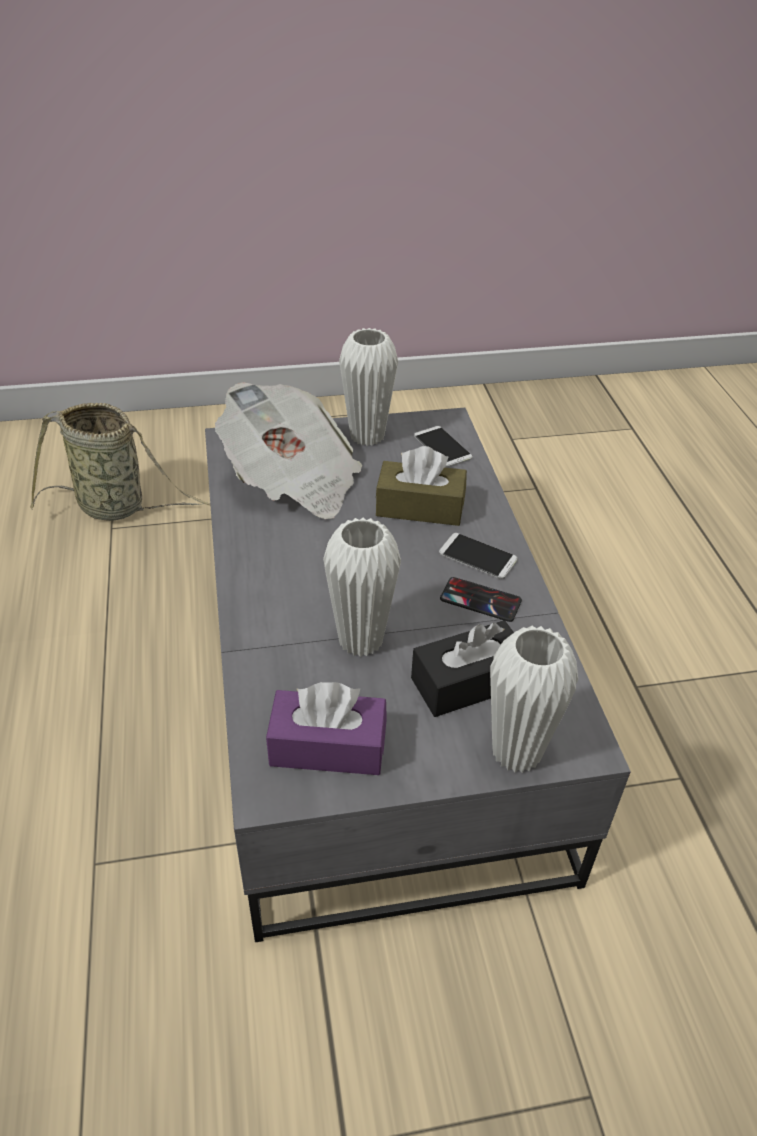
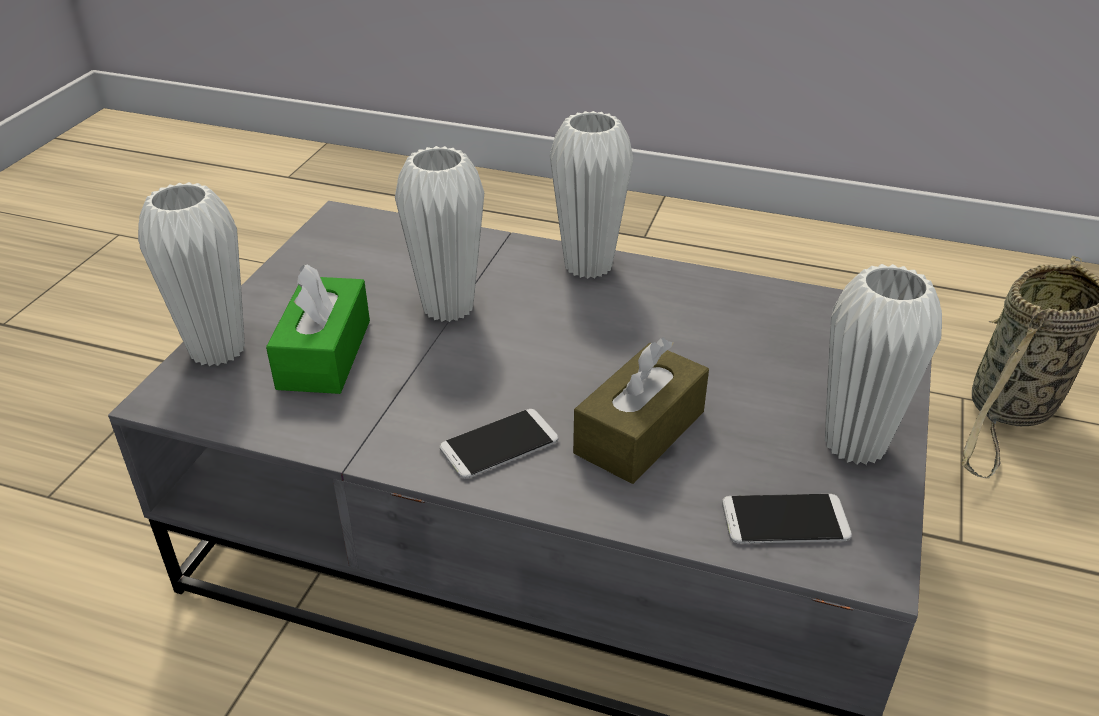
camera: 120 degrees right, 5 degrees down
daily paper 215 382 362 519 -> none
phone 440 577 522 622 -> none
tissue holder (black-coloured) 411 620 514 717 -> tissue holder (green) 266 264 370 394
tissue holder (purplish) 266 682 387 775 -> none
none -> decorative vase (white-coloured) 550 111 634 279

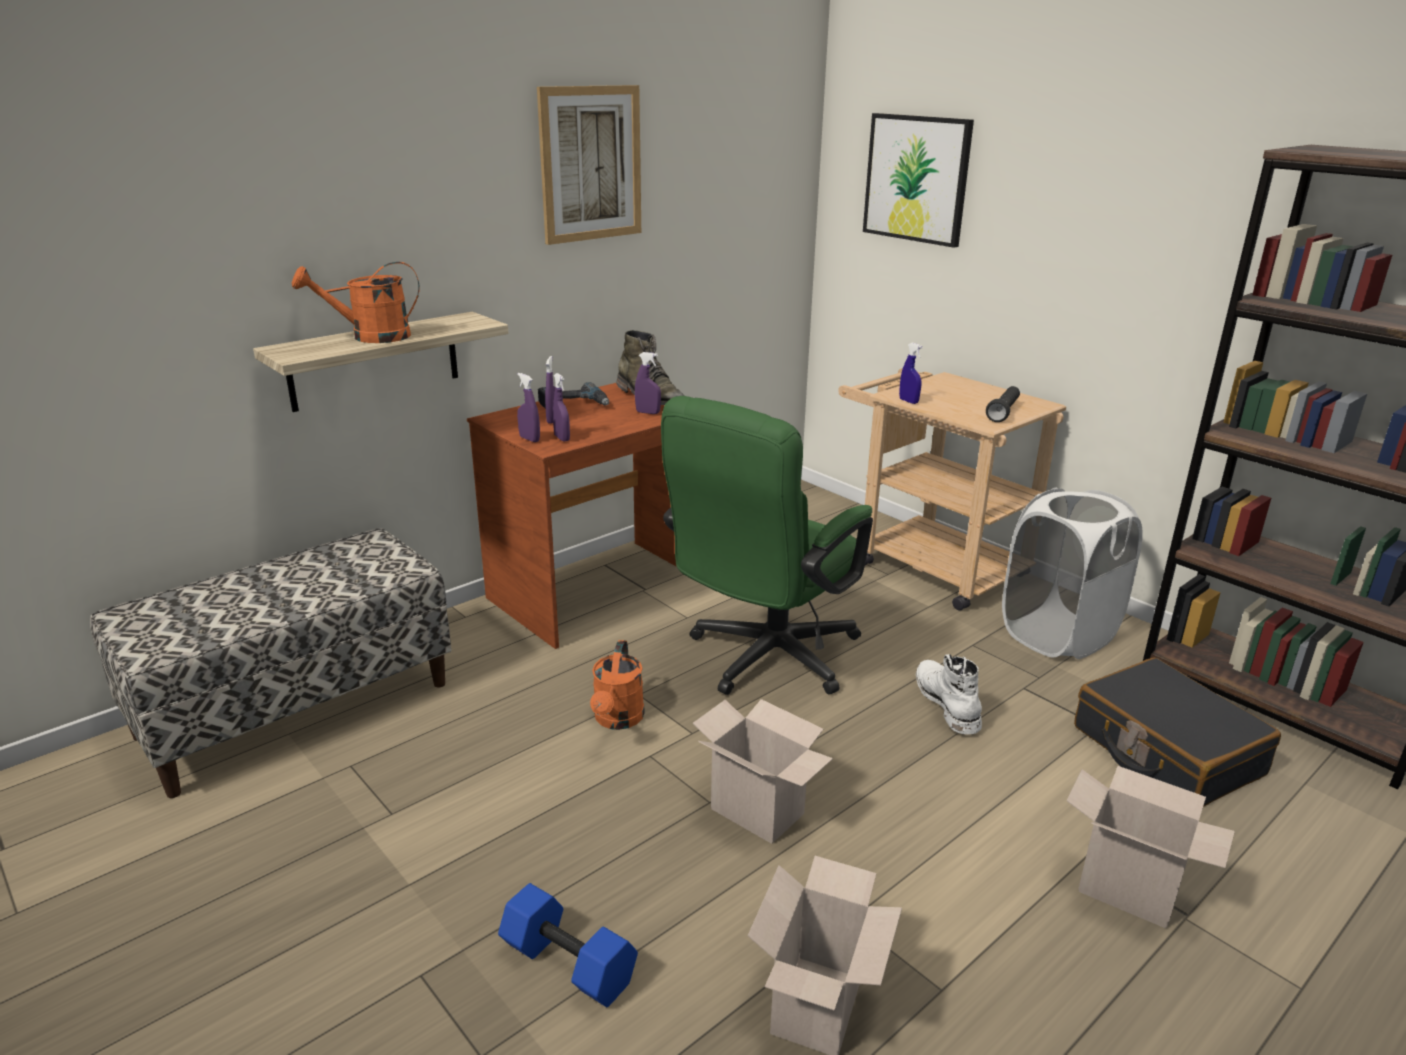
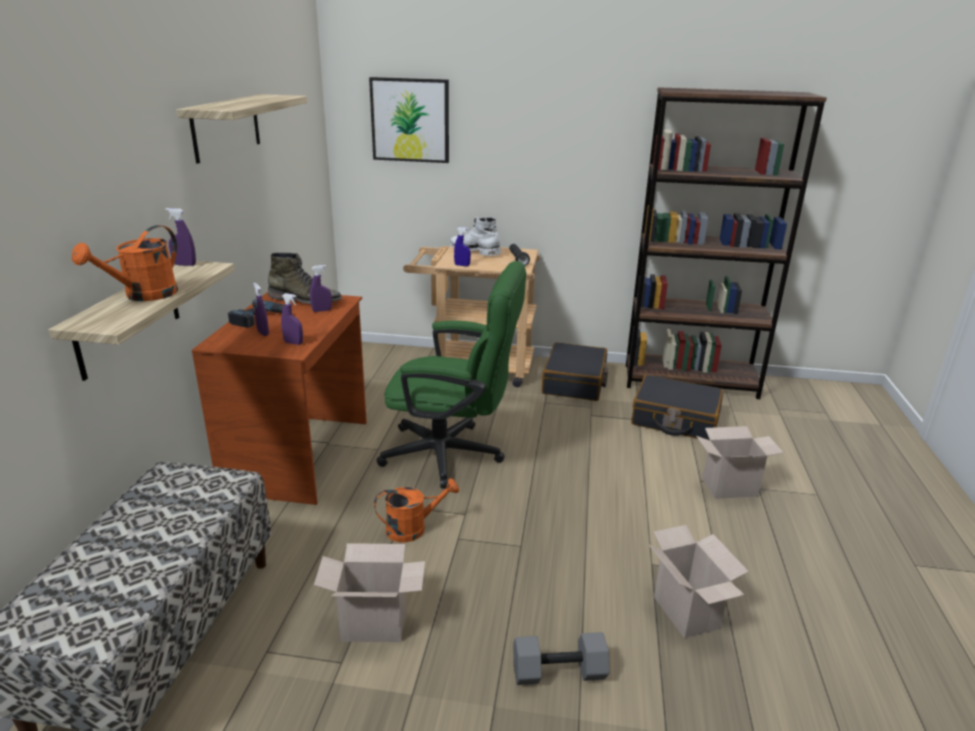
camera: 40 degrees left, 0 degrees up
wall picture 537 85 641 245 -> shelf 176 94 307 164
spray bottle (purplish) 517 373 540 442 -> spray bottle (purplish) 165 208 196 266, moved
desk chair (green) 661 396 873 695 -> desk chair (green) 376 261 526 488, 75 degrees counterclockwise
laundry basket (white-coloured) 1002 488 1143 659 -> piece of luggage (black-coloured) 542 342 608 401
watering can (orangey) 590 640 645 730 -> watering can (orangey) 374 478 459 542, 75 degrees counterclockwise
boot (white-coloured) 916 654 982 734 -> boot (white-coloured) 449 217 501 256, moved
carton 693 699 833 844 -> carton 314 543 425 642, moved
hand weight (blue) 498 883 638 1007 -> hand weight (gray) 513 632 609 685

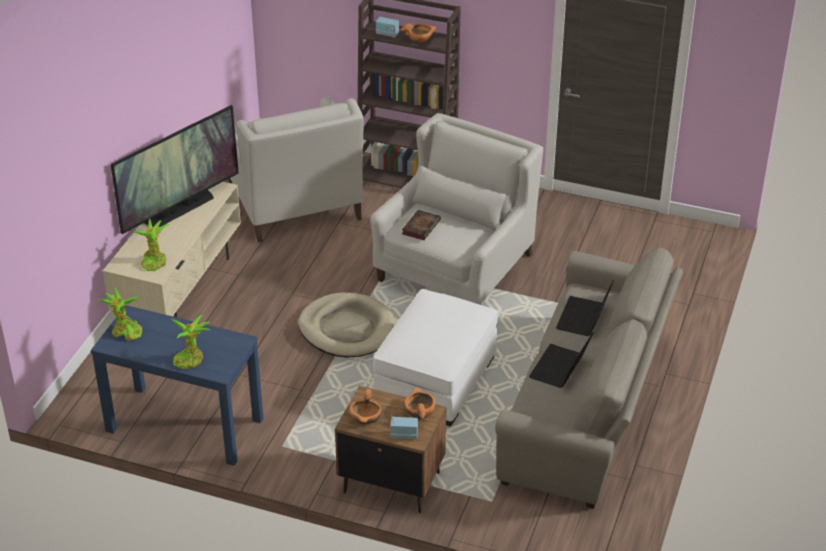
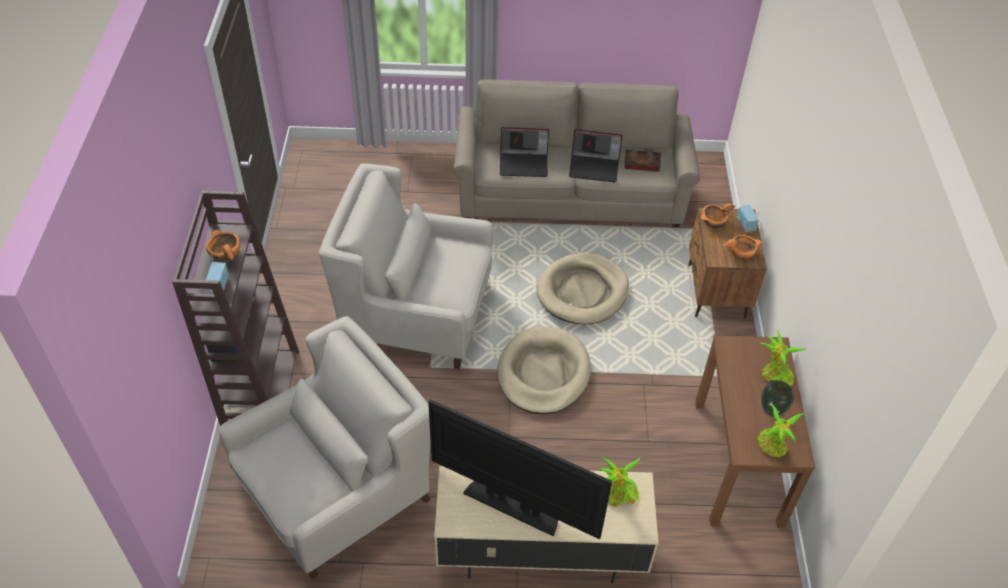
camera: 110 degrees left, 10 degrees up
volume 402 210 441 240 -> volume 624 149 661 172, moved
ottoman (white-coloured) 373 289 498 426 -> dog cushion (sand-coloured) 536 253 629 324
narrow table (blue) 91 305 264 466 -> narrow table (brownish) 695 335 815 528
none -> decorative vase 761 380 794 417

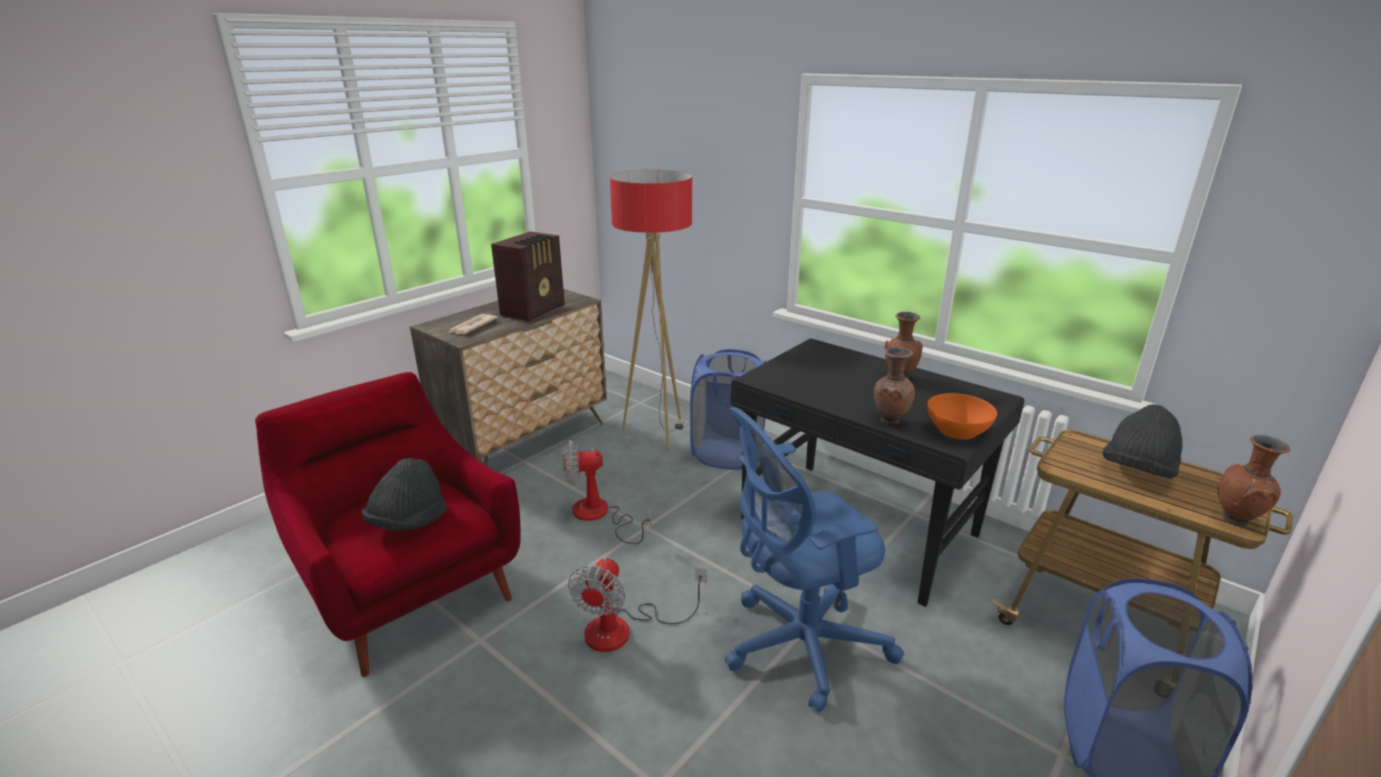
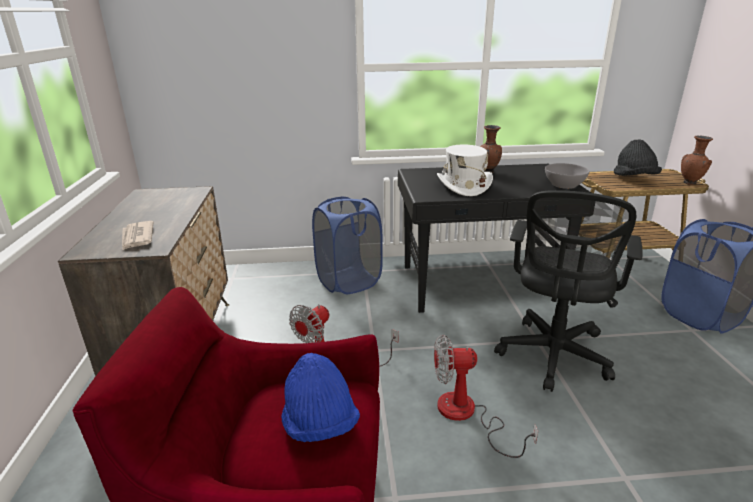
camera: 45 degrees left, 0 degrees up
standard lamp 610 170 692 450 -> none
radio receiver 491 232 565 322 -> none
decorative vase (brownish) 873 347 915 425 -> none
serving bowl (orangey) 927 393 997 439 -> serving bowl (gray) 545 163 589 189
desk chair (blue) 725 407 904 712 -> desk chair (black-coloured) 494 190 642 392
hat (black-coloured) 361 458 447 530 -> hat (blue) 281 353 360 442
fan 568 558 707 652 -> fan 434 335 538 458, 120 degrees clockwise
none -> hat (white-coloured) 437 145 493 196

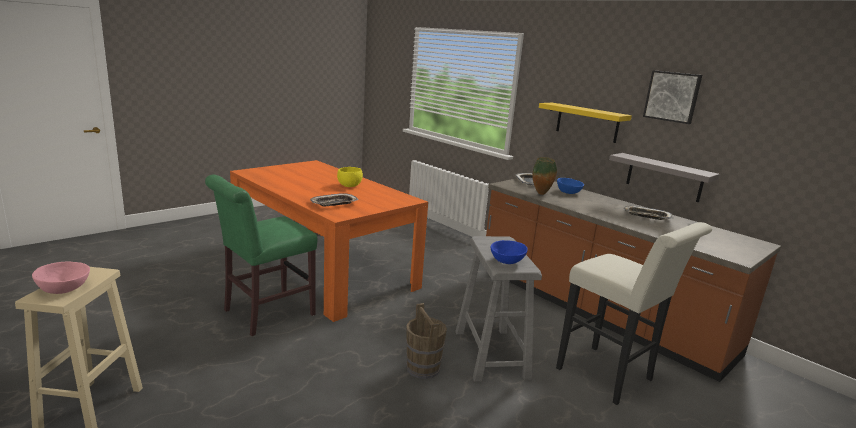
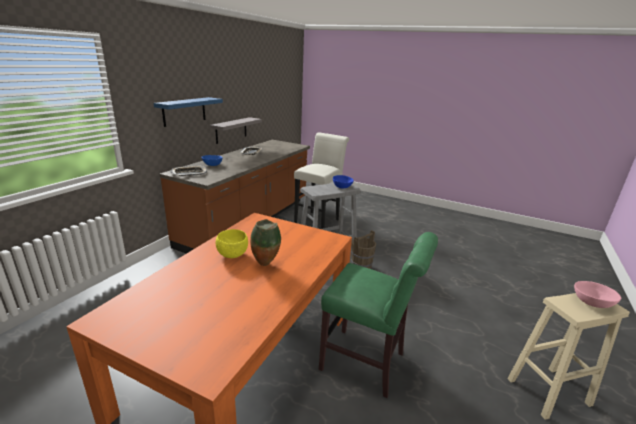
camera: 110 degrees left, 5 degrees up
wall picture 643 70 702 124 -> none
shelf (yellow-coloured) 539 103 632 143 -> shelf (blue) 153 97 223 127
decorative vase 532 157 557 195 -> decorative vase 250 219 281 266, moved
carrying tray 310 193 358 206 -> none

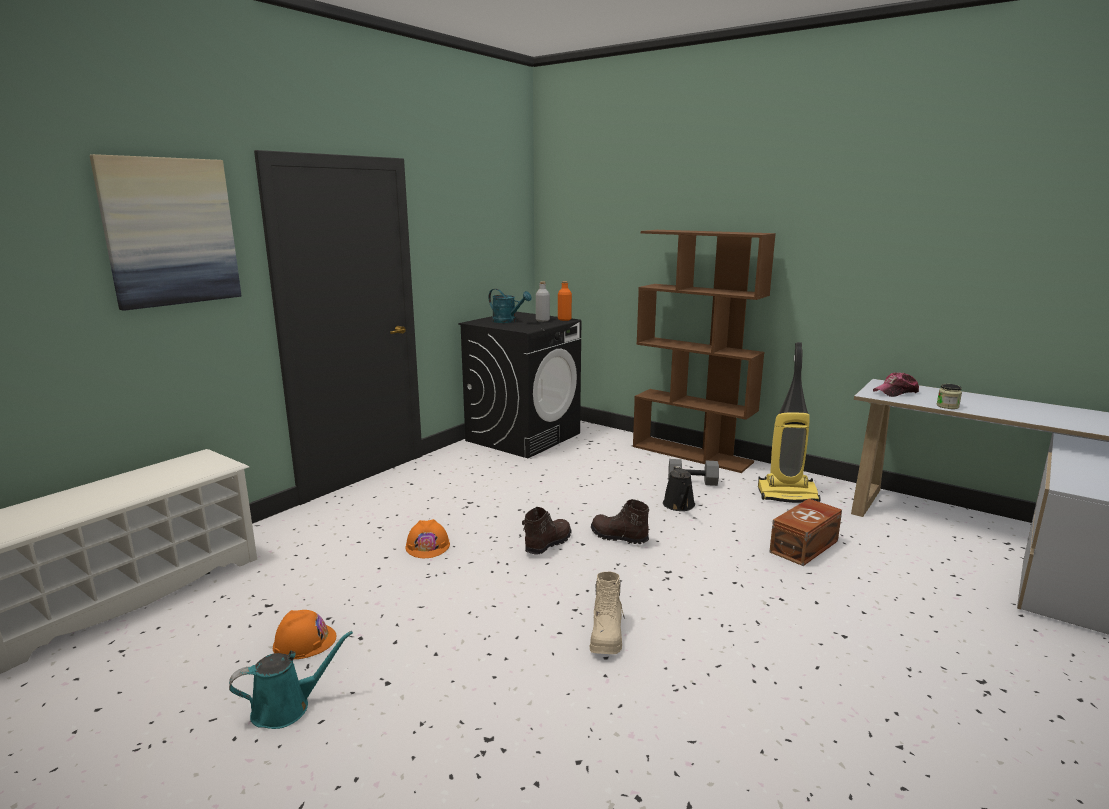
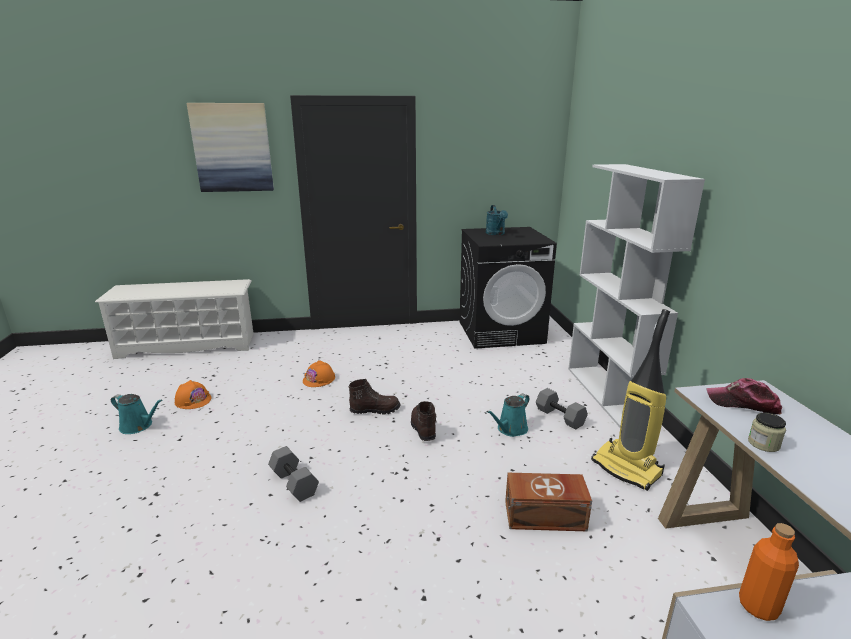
camera: 45 degrees right, 5 degrees up
shelving unit (brownish) 633 230 776 473 -> shelving unit (white-coloured) 568 164 705 427
beverage bottle (orangey) 558 281 572 321 -> beverage bottle (orangey) 739 523 799 621, moved
beverage bottle (gray) 536 282 550 322 -> none
watering can (black-coloured) 663 466 695 511 -> watering can (turquoise) 486 394 529 437
boot (sand-coloured) 590 572 625 654 -> hand weight (gray) 268 446 319 502

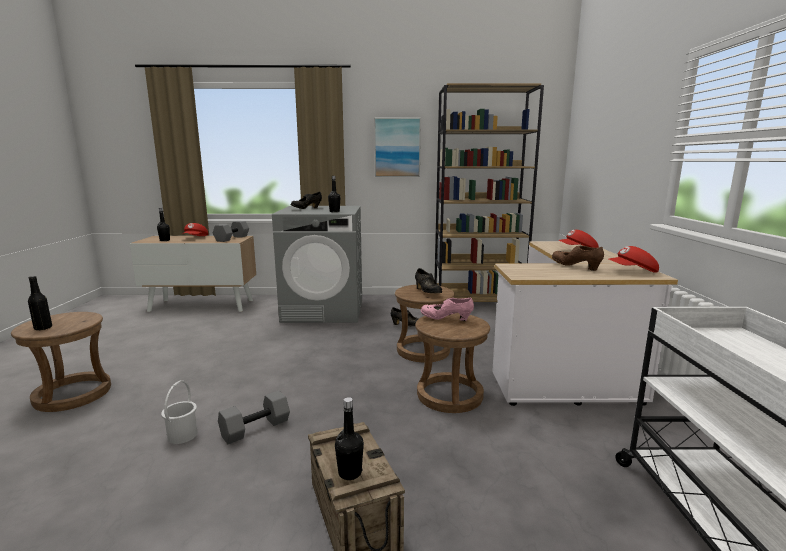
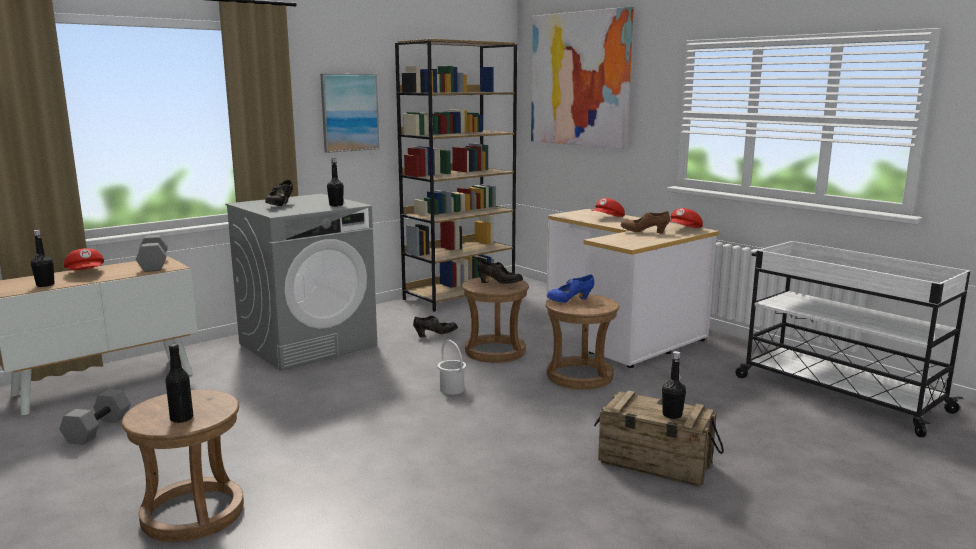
camera: 40 degrees left, 0 degrees up
shoe (pink-coloured) 421 298 474 321 -> shoe (blue) 547 275 594 303
bucket (white-coloured) 161 380 197 444 -> bucket (white-coloured) 438 340 466 395, moved
hand weight (gray) 218 391 290 444 -> hand weight (gray) 59 389 131 445, moved
none -> wall picture 531 7 634 149

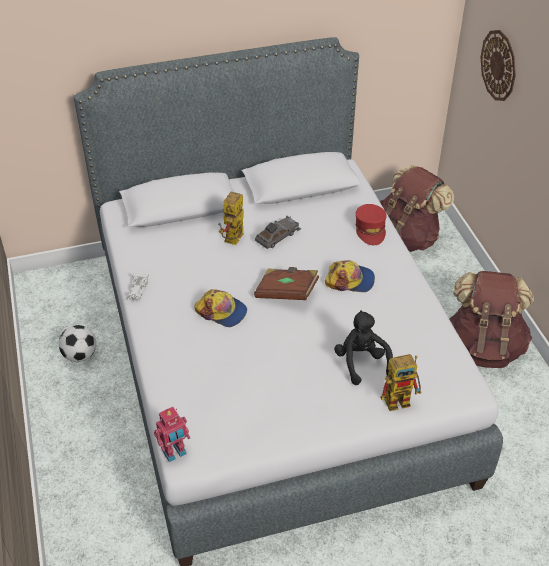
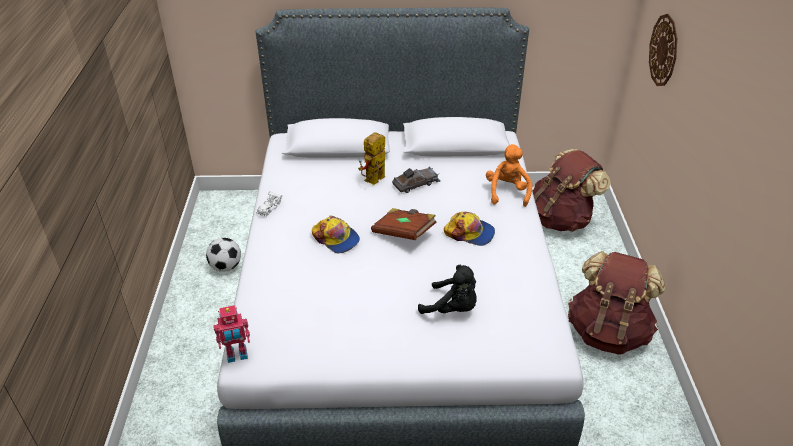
camera: 15 degrees right, 5 degrees down
baseball cap (red) 355 204 387 245 -> cuddly toy (orangey) 486 144 532 207
cuddly toy (black-coloured) 334 310 393 385 -> cuddly toy (black-coloured) 418 265 477 314, 120 degrees clockwise
model robot 380 354 422 411 -> none

